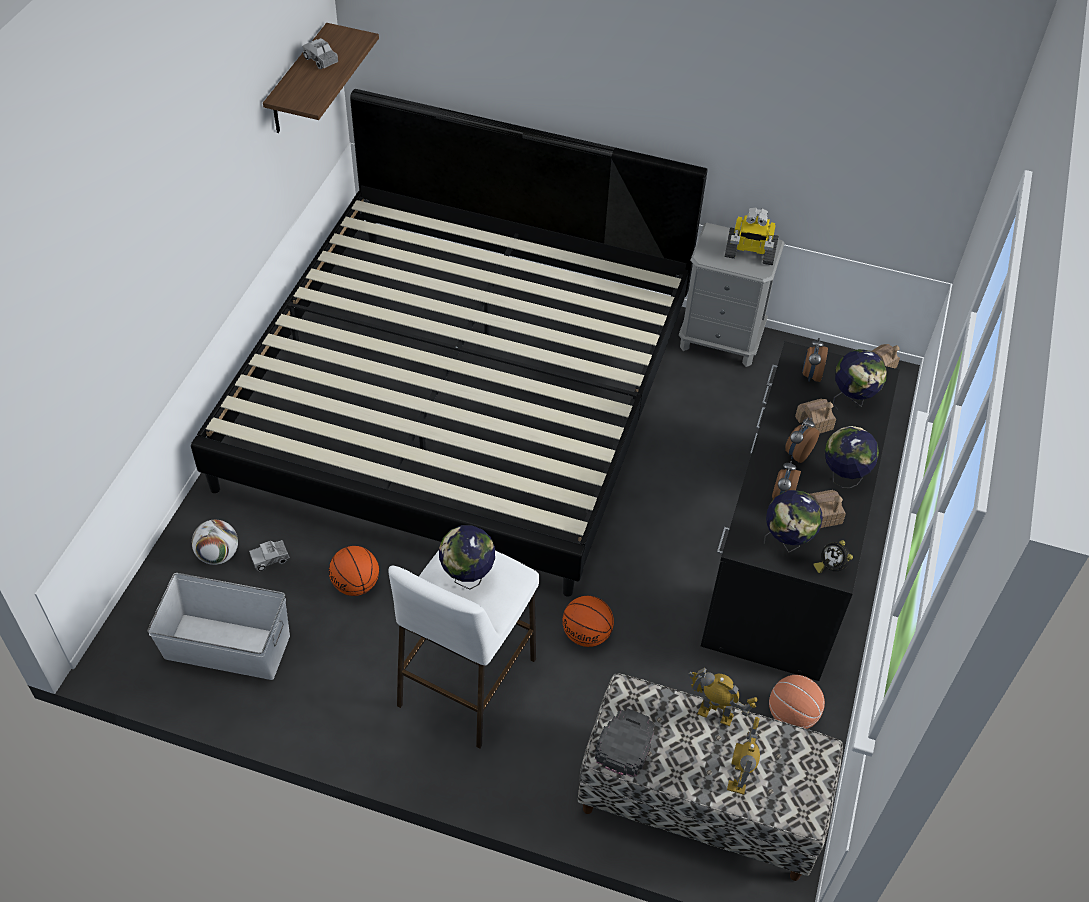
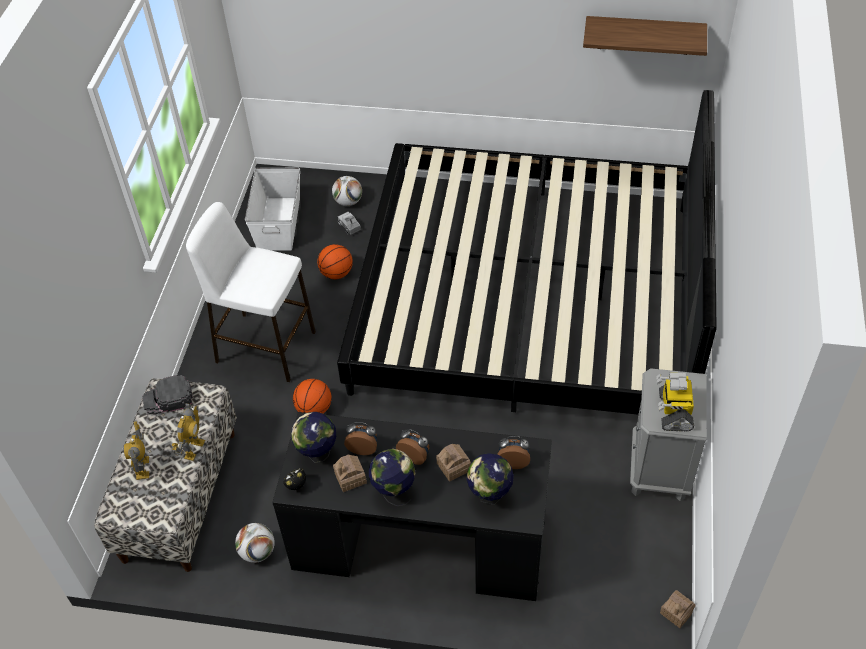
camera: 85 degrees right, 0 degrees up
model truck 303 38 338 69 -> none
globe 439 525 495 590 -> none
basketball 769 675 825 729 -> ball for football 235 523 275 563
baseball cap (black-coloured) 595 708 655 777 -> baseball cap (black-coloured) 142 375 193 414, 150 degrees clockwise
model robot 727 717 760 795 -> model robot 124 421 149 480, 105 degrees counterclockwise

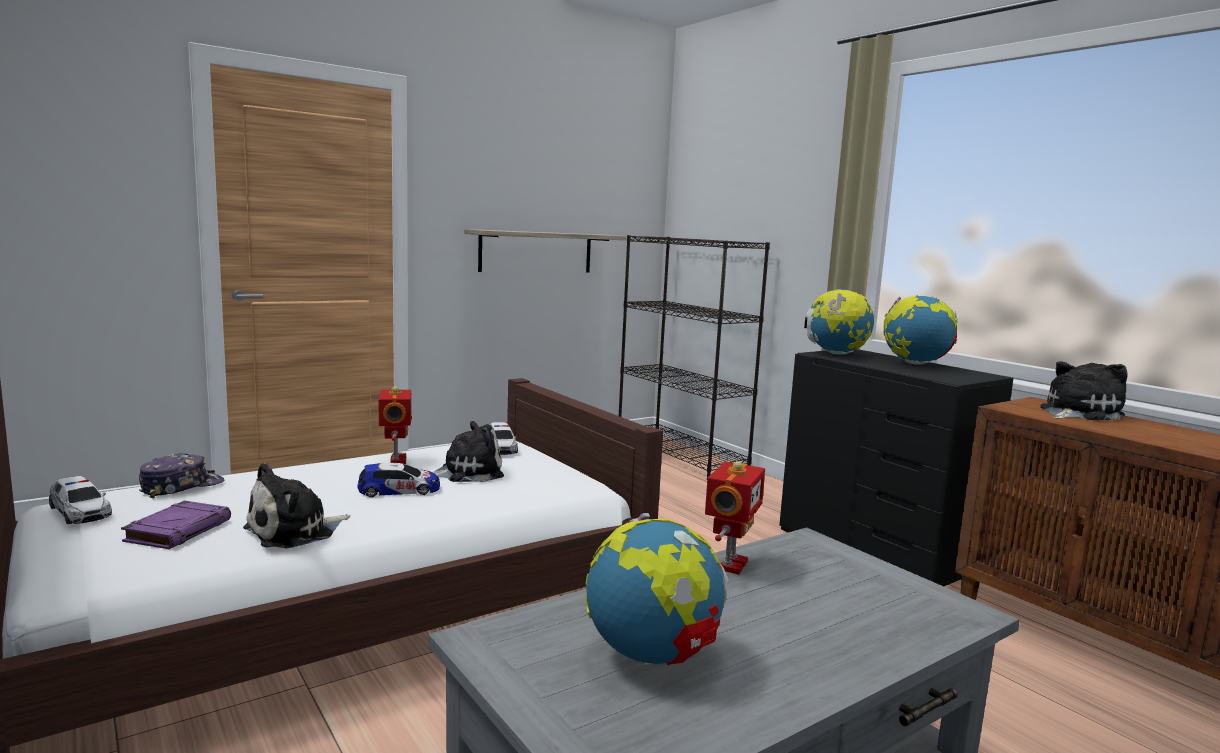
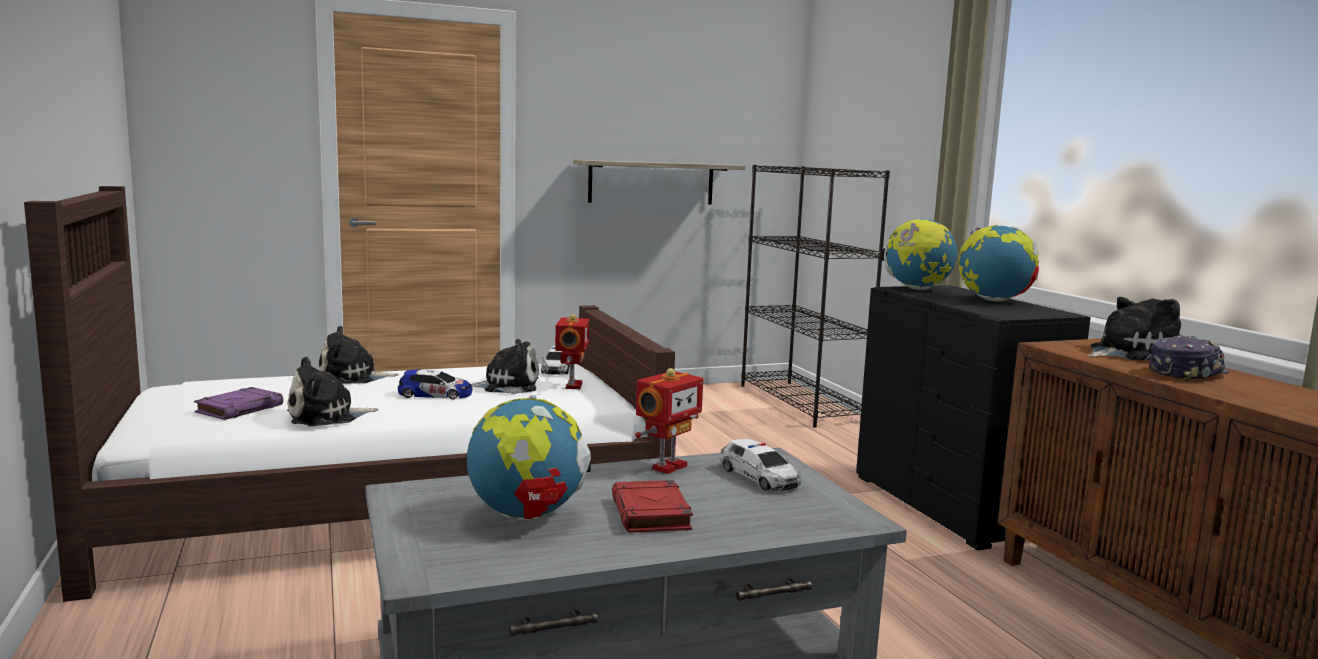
camera: 15 degrees right, 0 degrees up
model robot 378 386 412 464 -> model robot 555 314 589 389, moved
baseball cap 139 453 224 498 -> baseball cap 1149 335 1229 382, moved
miniature car 49 476 112 524 -> miniature car 720 438 802 491, moved
none -> cuddly toy 318 326 399 384
none -> volume (red) 612 480 693 533

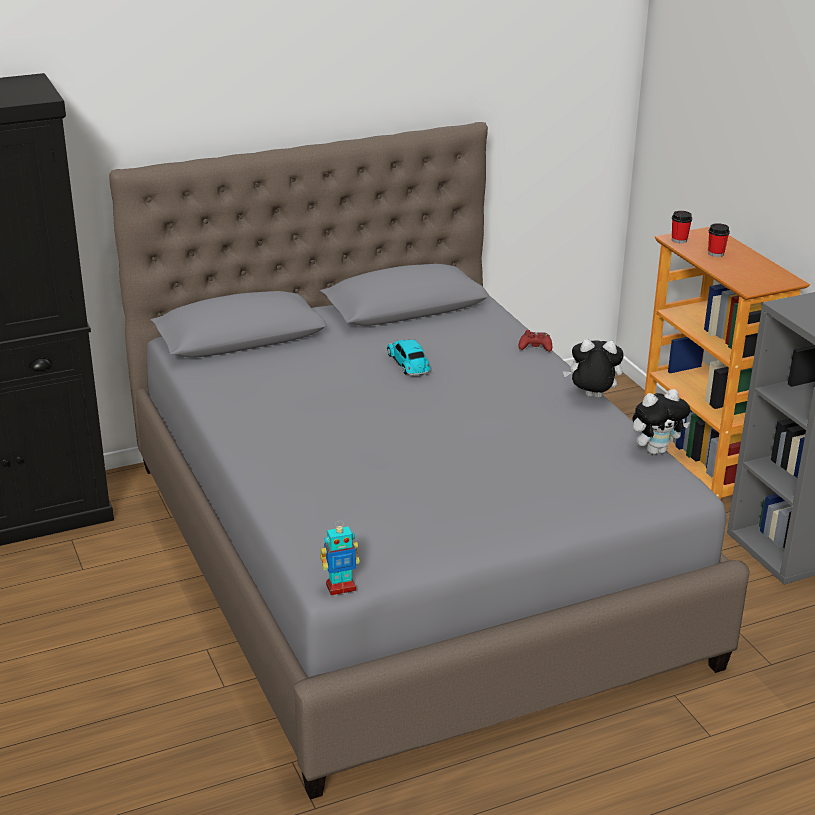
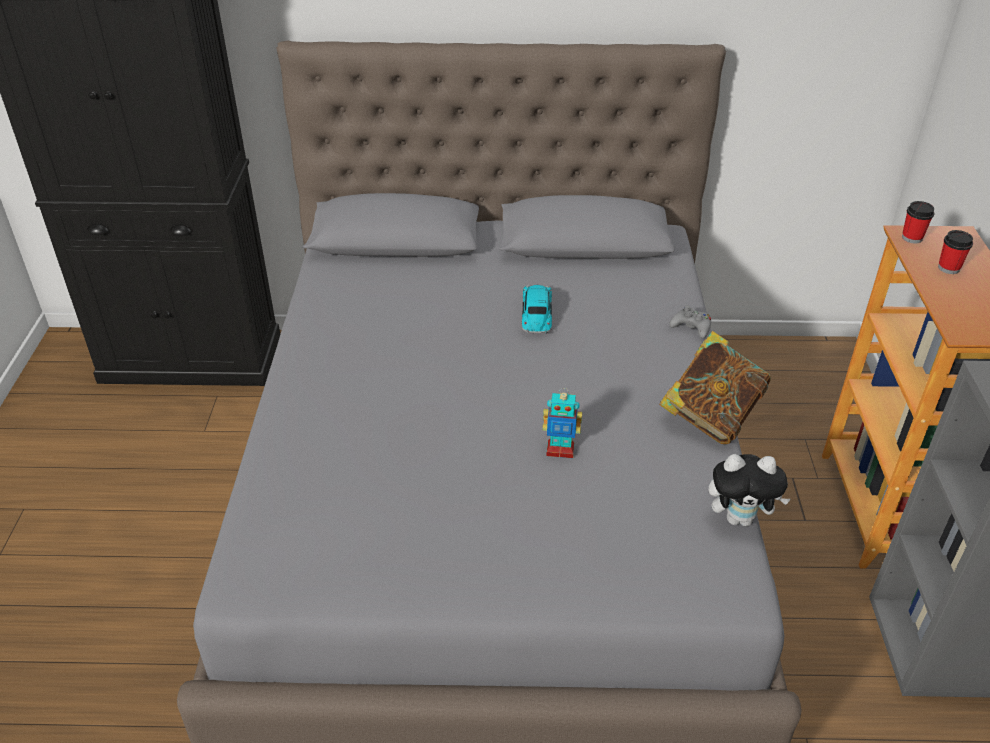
camera: 25 degrees right, 10 degrees up
joypad (red) 518 330 552 352 -> joypad (gray) 669 305 711 338
cuddly toy 563 339 624 398 -> volume 659 331 771 444
model robot 320 521 360 595 -> model robot 543 388 582 458, moved

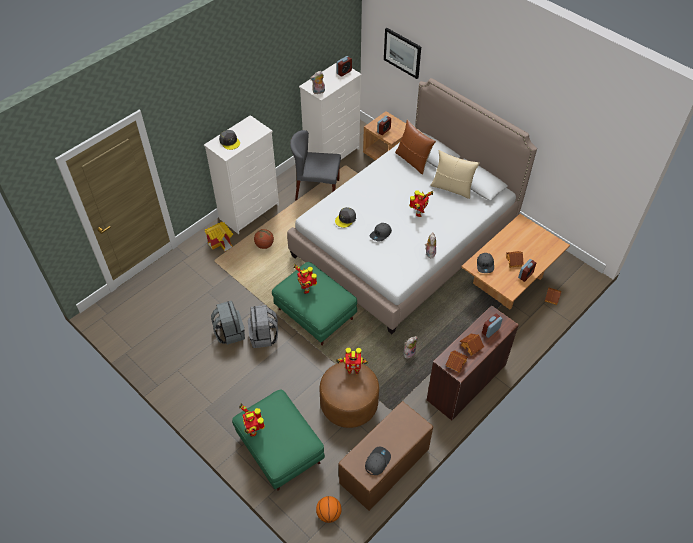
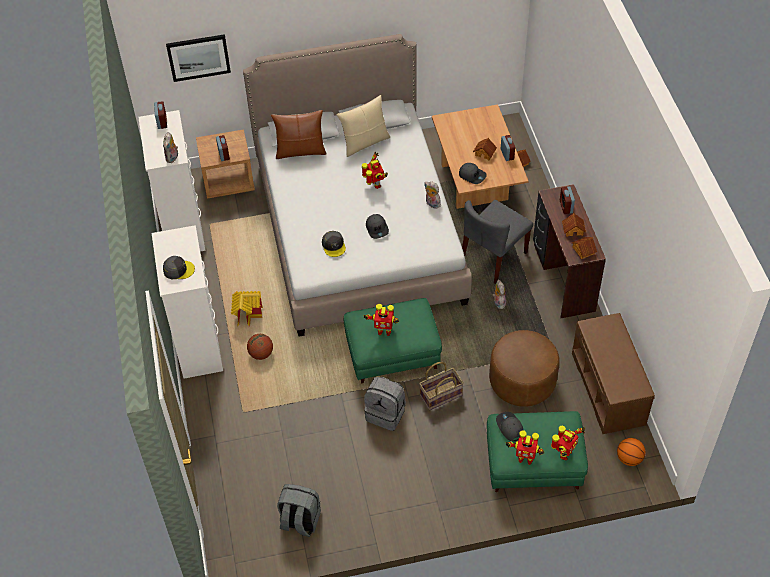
camera: 55 degrees left, 0 degrees up
upright chair (gray) 290 130 341 200 -> upright chair (gray) 462 200 533 284, moved
model house 205 222 233 251 -> model house 231 291 263 326, moved
backpack (gray) 211 301 245 345 -> backpack (gray) 277 484 321 537, moved
model robot 336 348 368 374 -> model robot 551 426 585 460, moved
baseball cap (gray) 365 446 391 475 -> baseball cap (gray) 496 412 523 441, moved
none -> basket 419 362 464 410

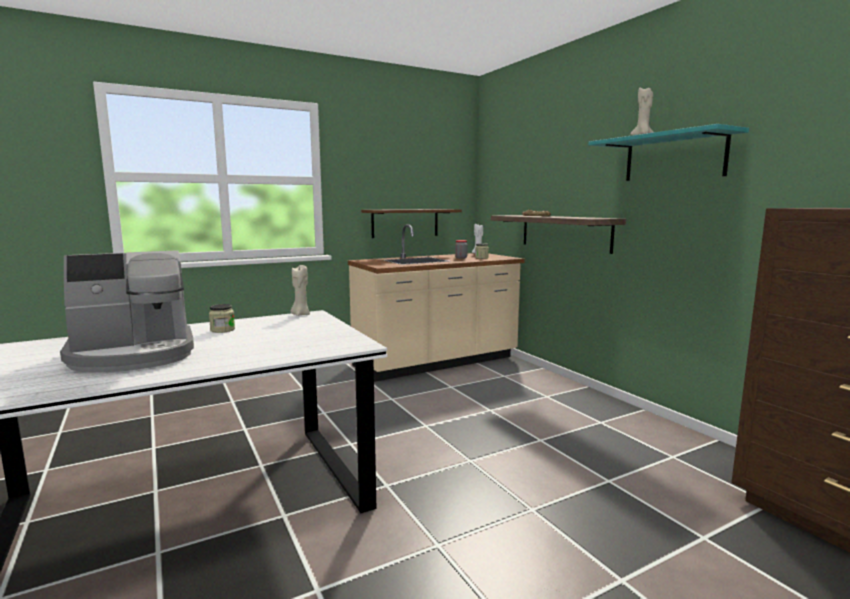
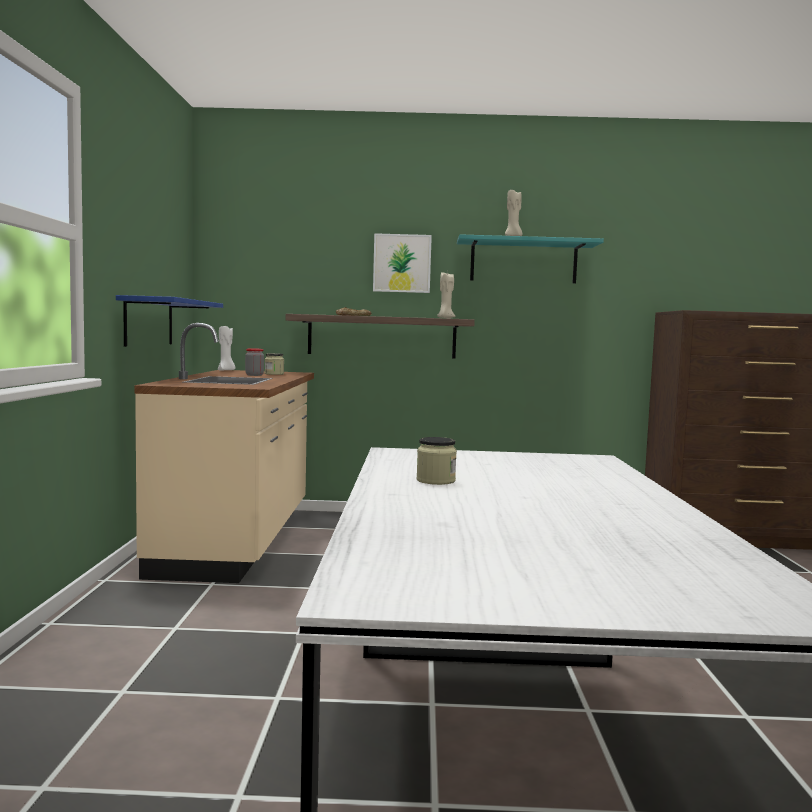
camera: 60 degrees left, 5 degrees down
shelf (brownish) 361 209 462 238 -> shelf (blue) 116 295 223 347
coffee machine 60 250 194 372 -> none
wax light (sand-coloured) 291 265 310 316 -> wax light (sand-coloured) 437 272 455 319, moved
none -> wall picture 373 233 432 293

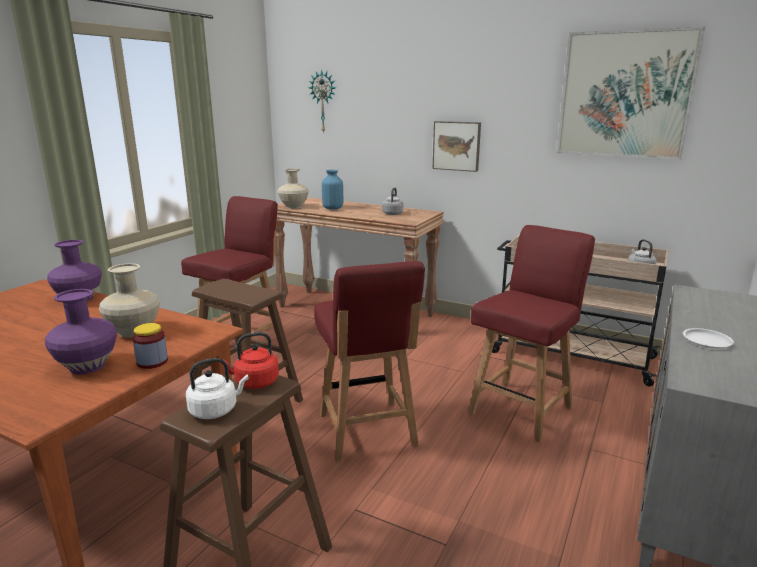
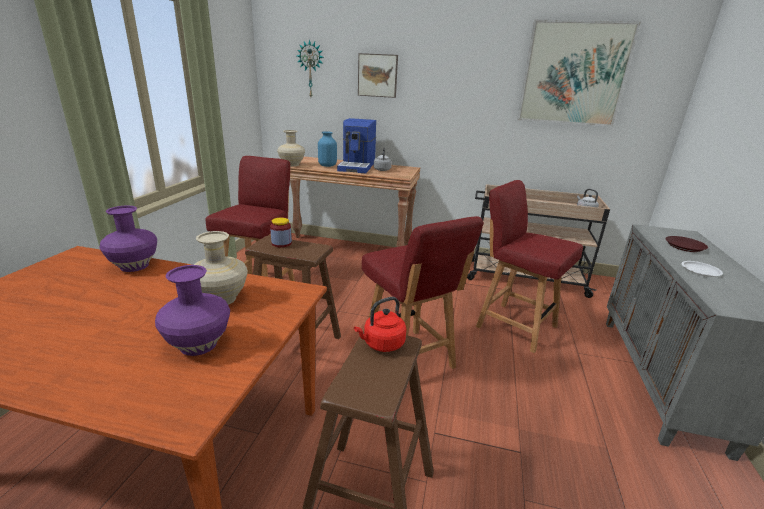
camera: 15 degrees left, 5 degrees up
wall picture 433 121 481 172 -> wall picture 358 53 398 98, moved
upright chair (red) 468 225 595 443 -> upright chair (red) 476 180 583 353, 75 degrees counterclockwise
storage jar 132 323 168 369 -> storage jar 270 217 292 248, moved
kettle (white-coloured) 186 358 249 419 -> none
none -> coffee machine 337 118 376 173
none -> dinner plate (brownish) 665 236 708 252

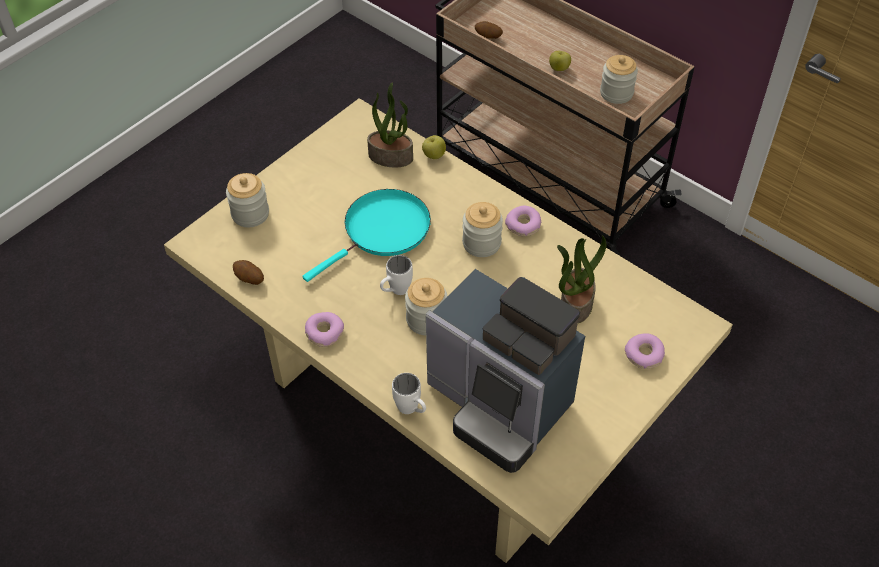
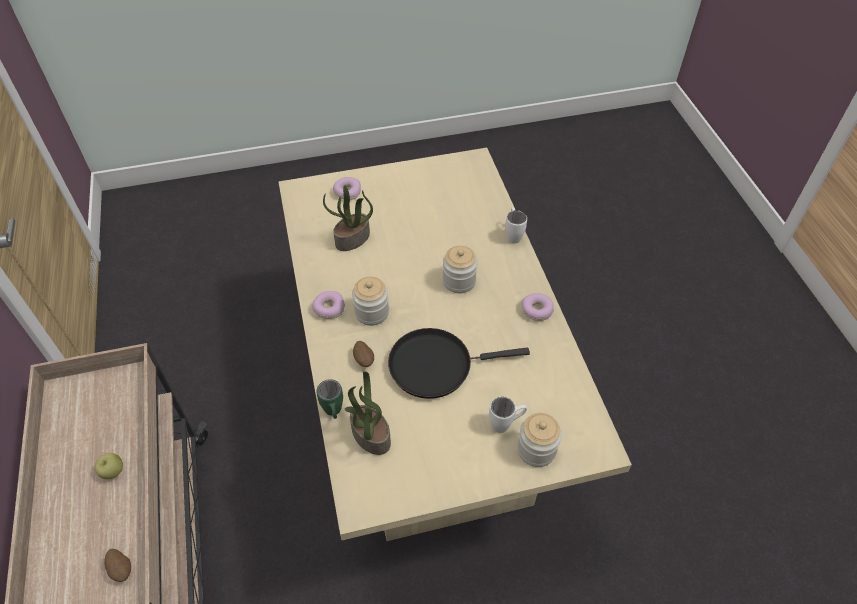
camera: 145 degrees left, 0 degrees up
storage jar 600 55 638 104 -> none
apple 422 135 446 159 -> coffee mug (green) 317 379 343 419
pan (turquoise) 302 189 431 282 -> pan (black-coloured) 388 328 530 399
coffee mug (white-coloured) 380 255 413 295 -> coffee mug (white-coloured) 489 397 527 433, moved
potato 233 260 264 285 -> potato 353 341 374 367, moved
coffee machine 426 269 585 473 -> none

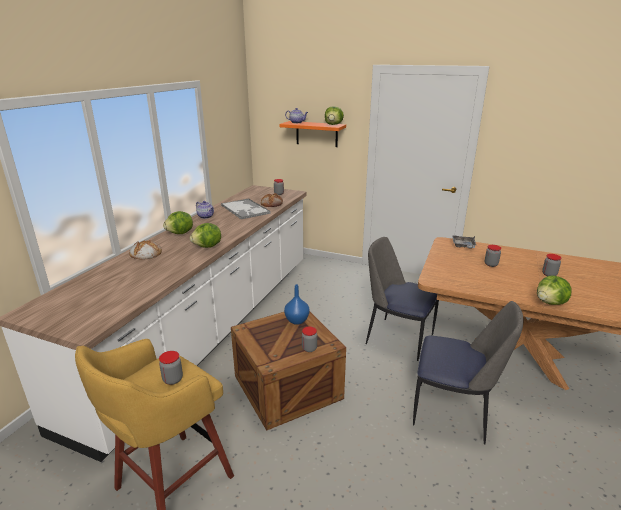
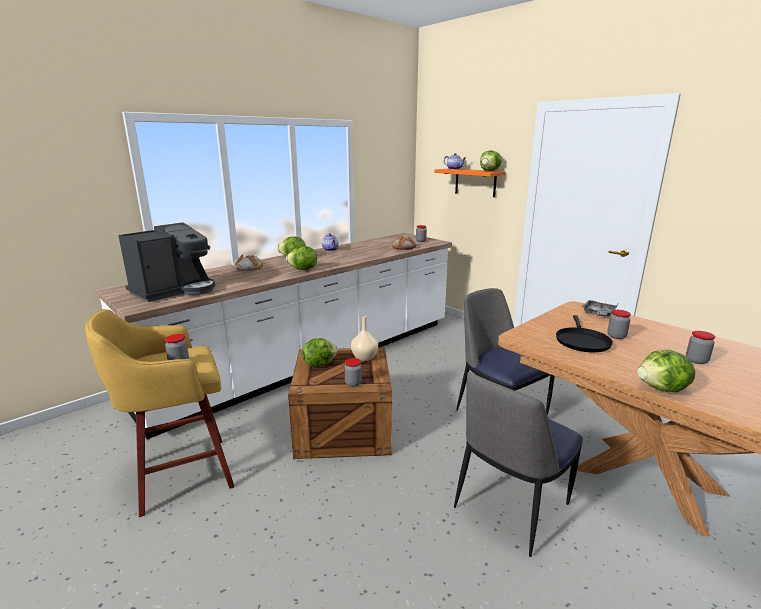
camera: 25 degrees right, 5 degrees down
carrying tray 221 198 270 219 -> none
decorative vase (blue) 284 284 309 325 -> decorative vase (sand-coloured) 351 316 378 361
upright chair 413 301 523 444 -> upright chair 454 372 583 557, 90 degrees clockwise
none -> coffee machine 118 222 215 302
none -> pan (black-coloured) 556 315 613 352
none -> head of lettuce 302 338 338 367

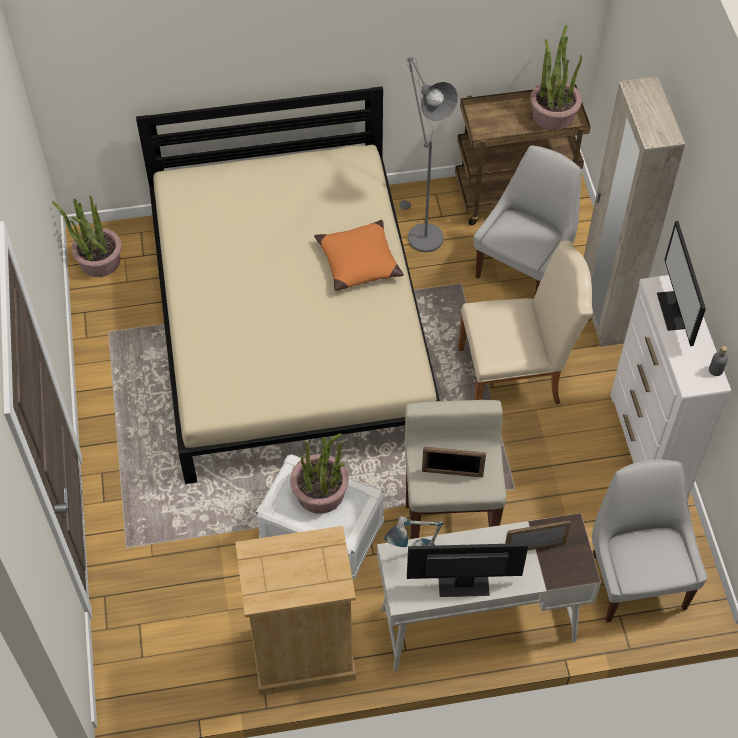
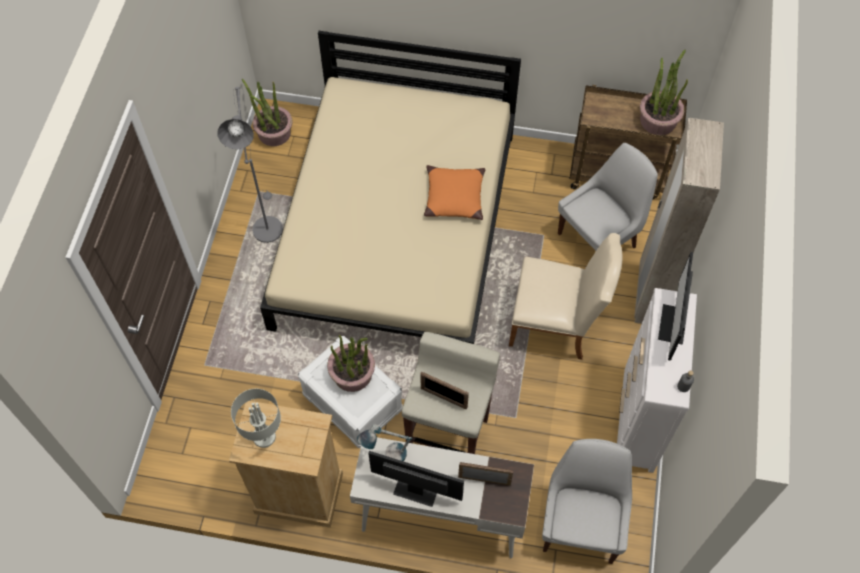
camera: 20 degrees right, 5 degrees up
standard lamp (gray) 395 57 458 252 -> standard lamp (gray) 217 87 283 243, moved
none -> lamp for a table (gray) 231 389 281 448

